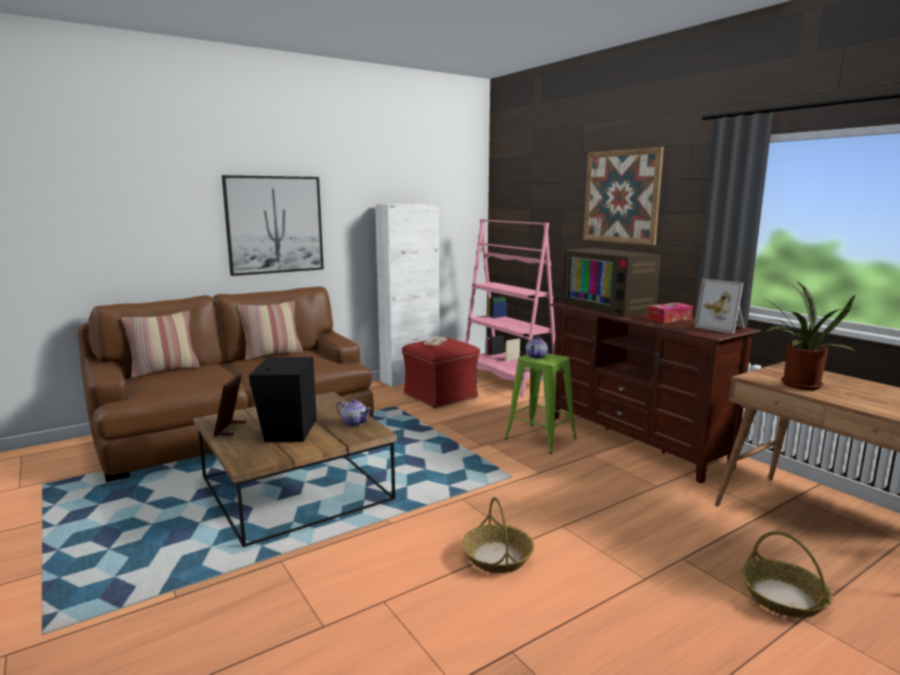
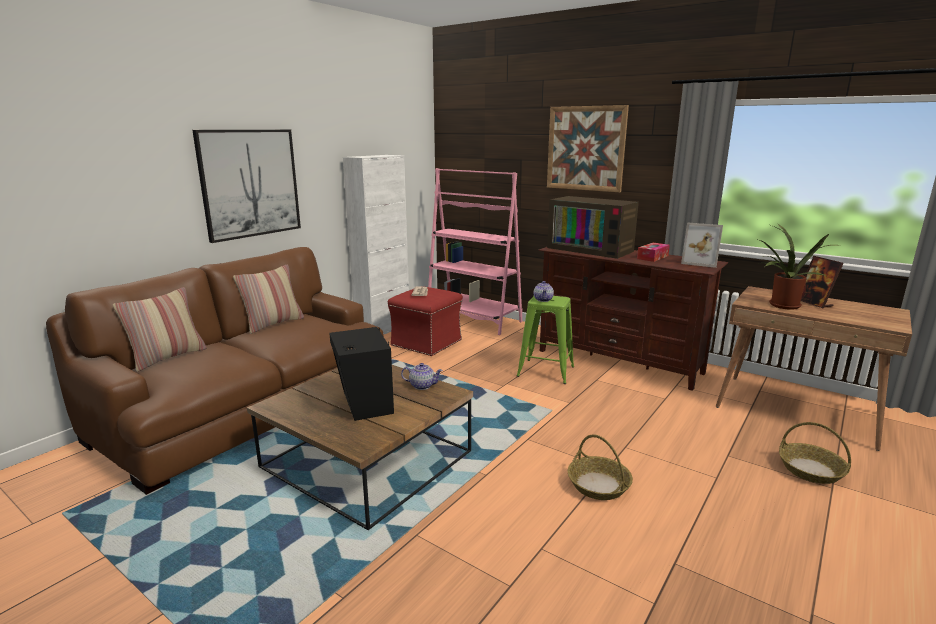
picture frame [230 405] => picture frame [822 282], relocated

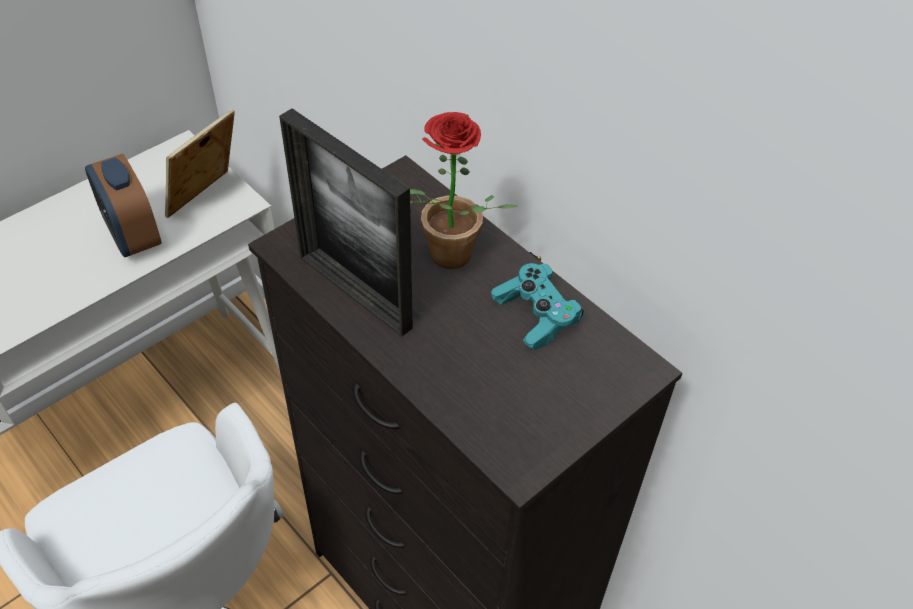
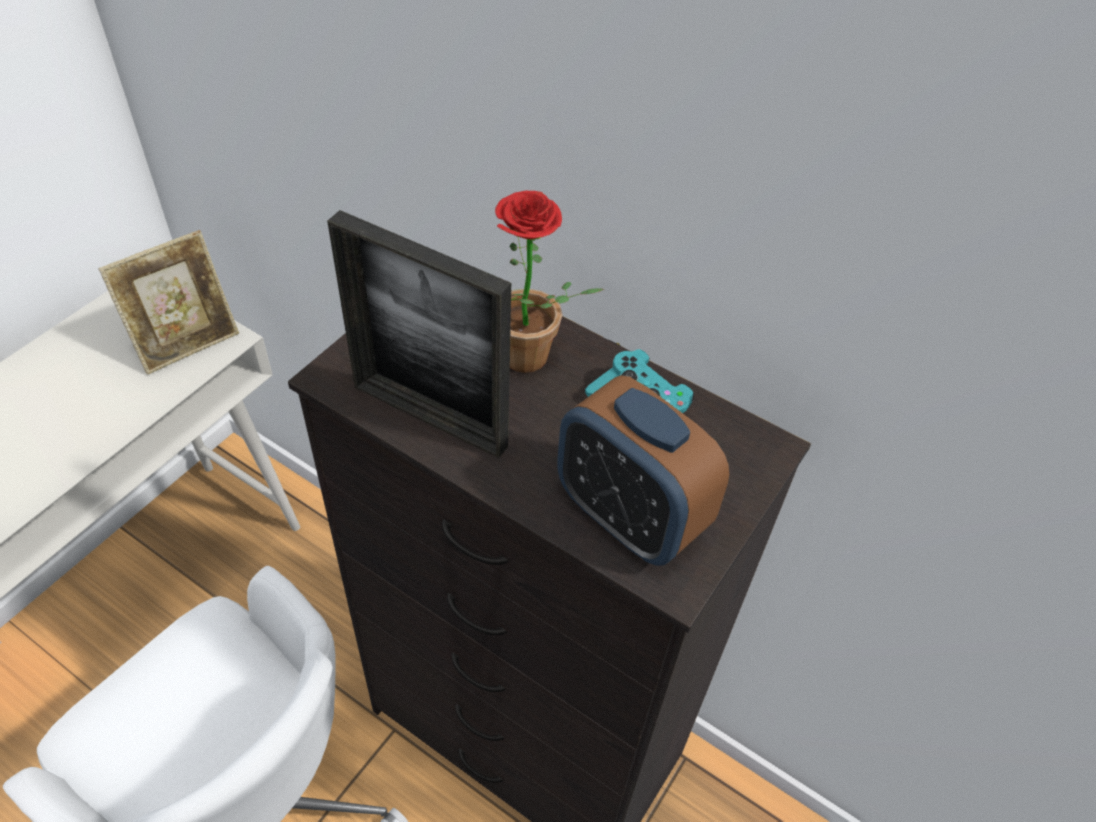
alarm clock [123 205] => alarm clock [643 470], relocated
picture frame [200 163] => picture frame [169 302], 150 degrees counterclockwise

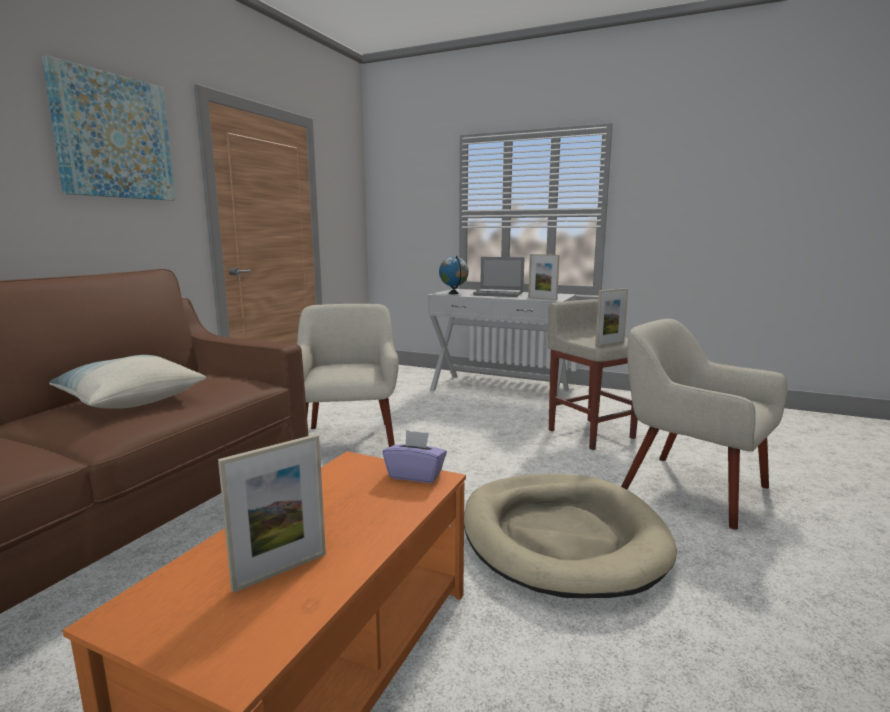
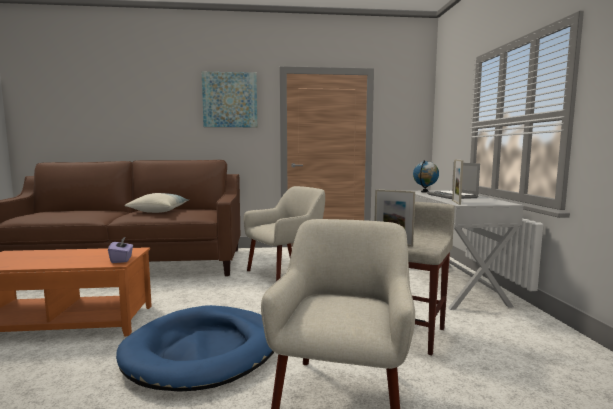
picture frame [272 513] => nothing
beige dog bed [570 536] => blue dog bed [195 348]

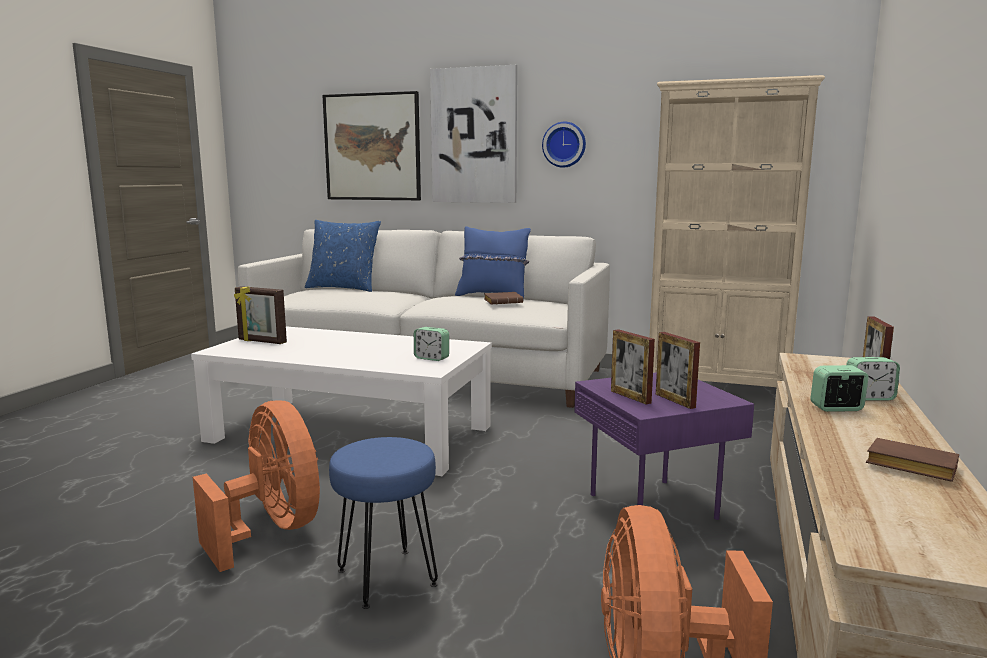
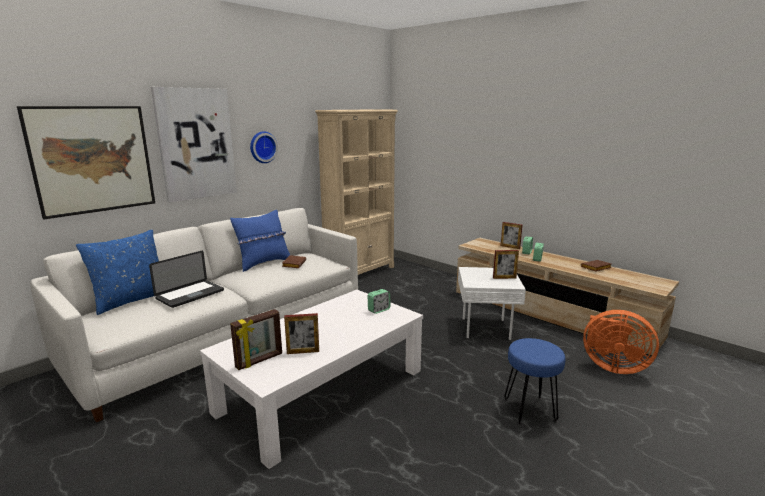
orange fan [256 486] => nothing
purple side table [664 446] => white side table [492 303]
picture frame [633 367] => picture frame [301 333], relocated
nothing => laptop [186 279]

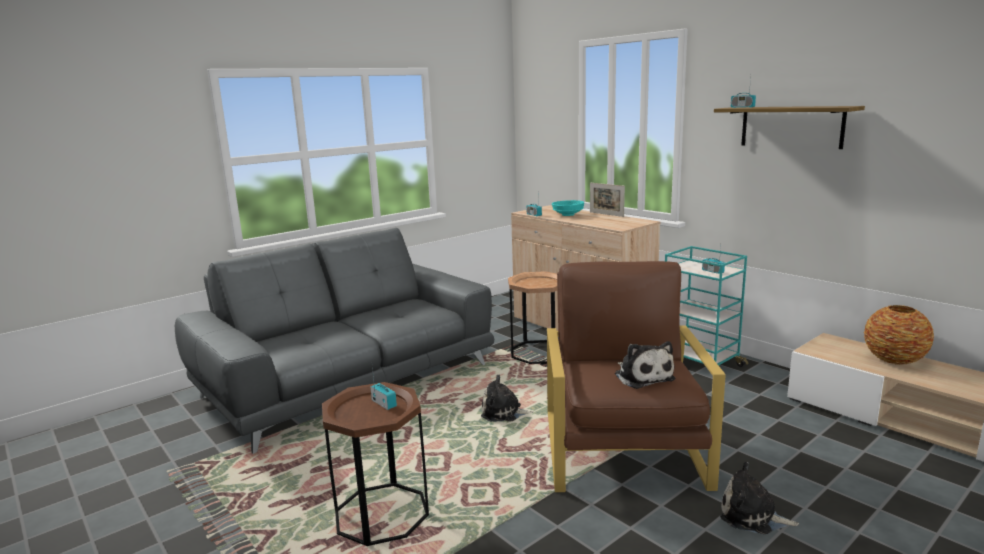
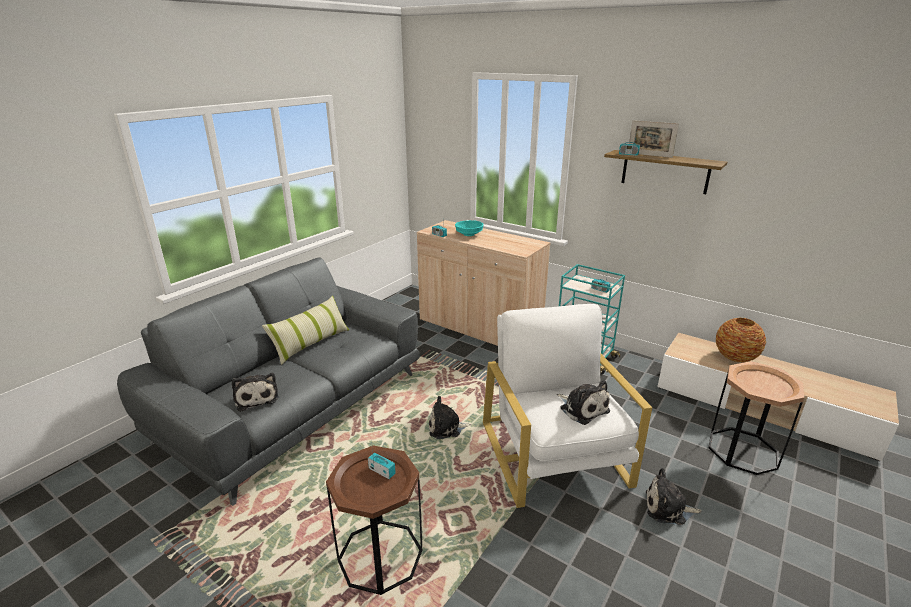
brown side table [532 317] => brown side table [756 418], relocated
brown armchair [636 376] => white armchair [567 406]
picture frame [607 200] => picture frame [654 139], relocated
nothing => plush toy [255 392]
nothing => pillow [305 330]

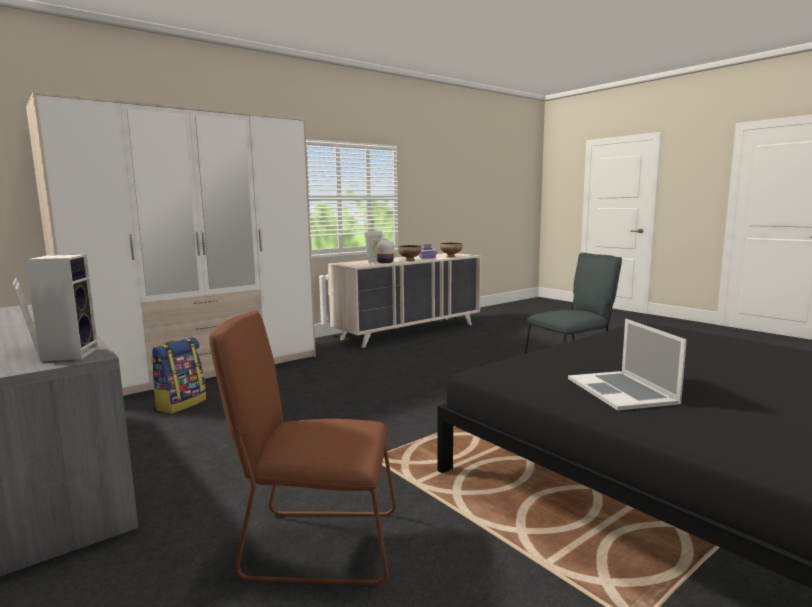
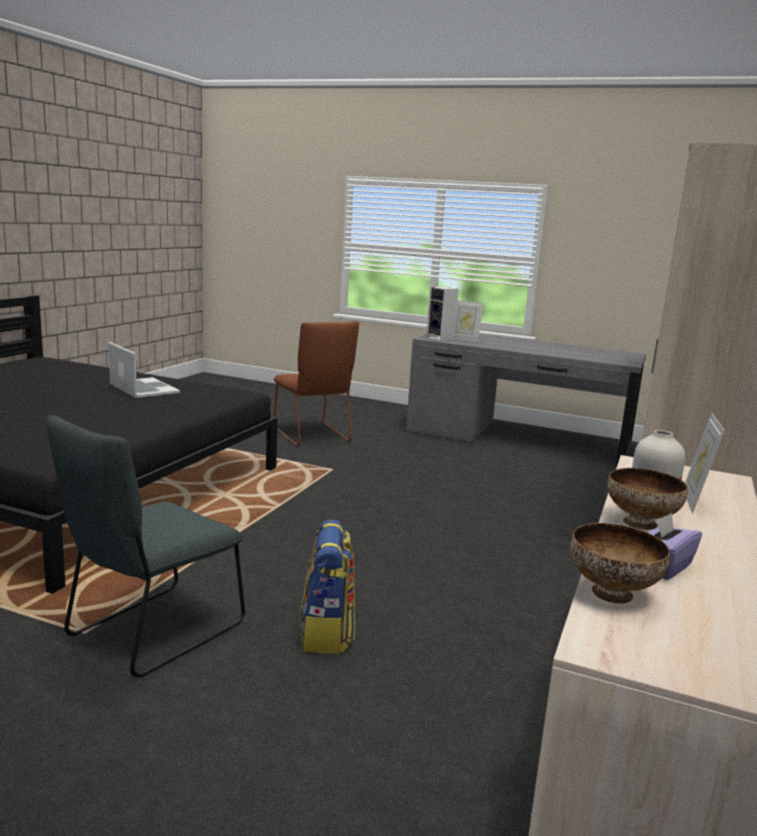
backpack [178 375] => backpack [327 587], relocated
brown chair [302 448] => brown chair [316 384], 90 degrees clockwise

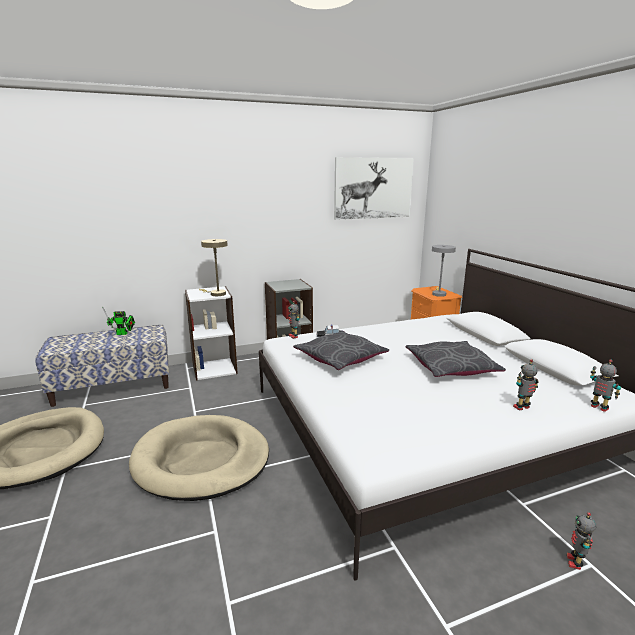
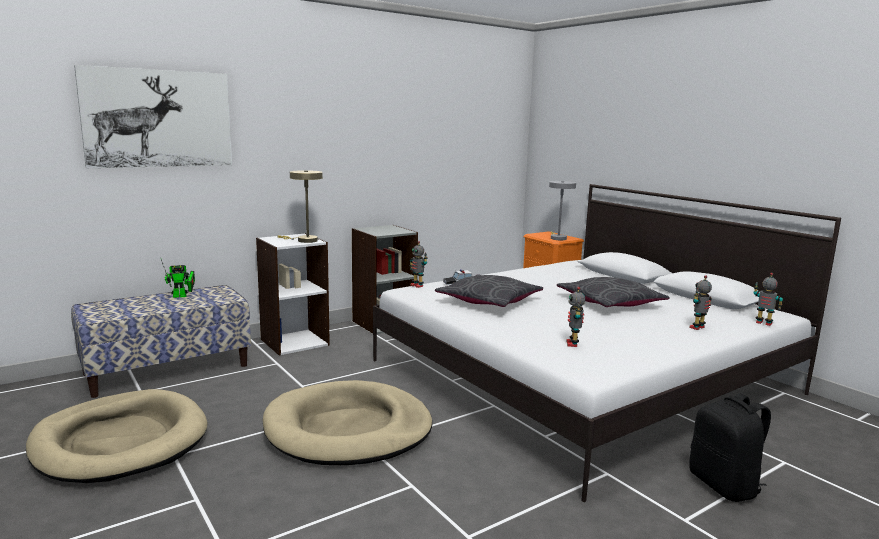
picture [374 188] => picture [153 116], relocated
toy robot [581 541] => toy robot [575 317], relocated
nothing => black backpack [730 447]

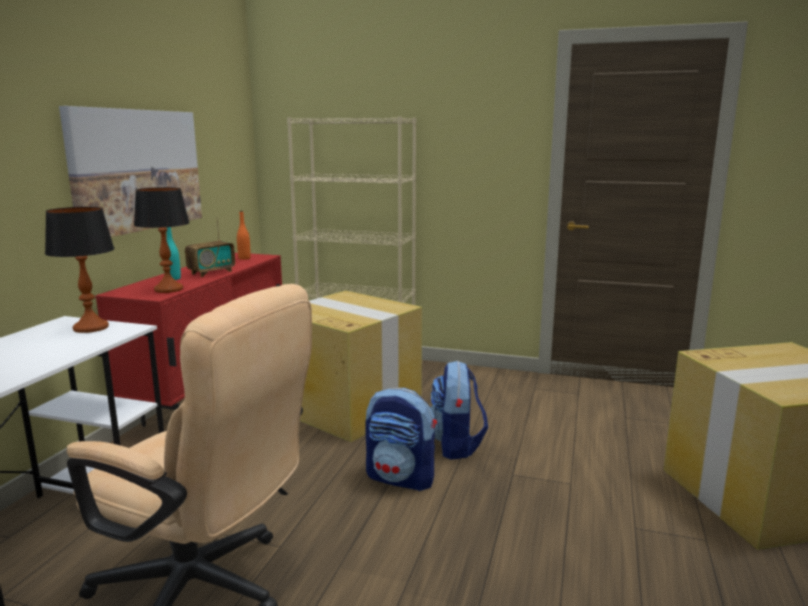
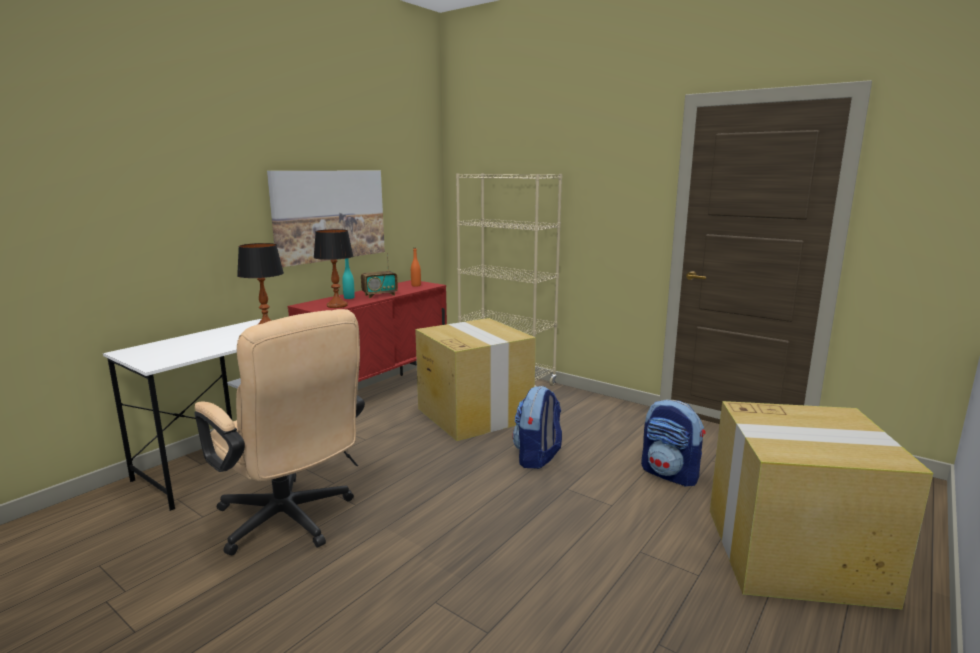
backpack [401 439] => backpack [673 443], relocated

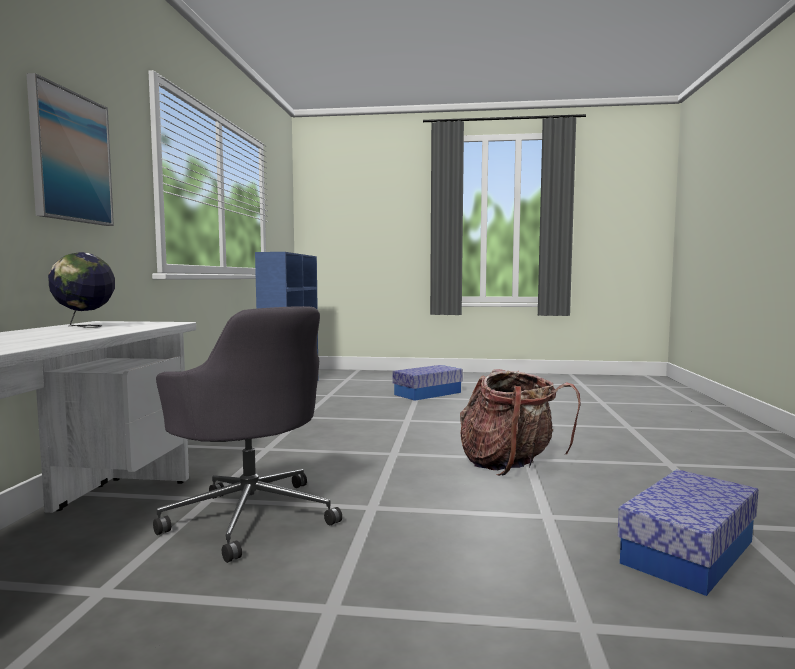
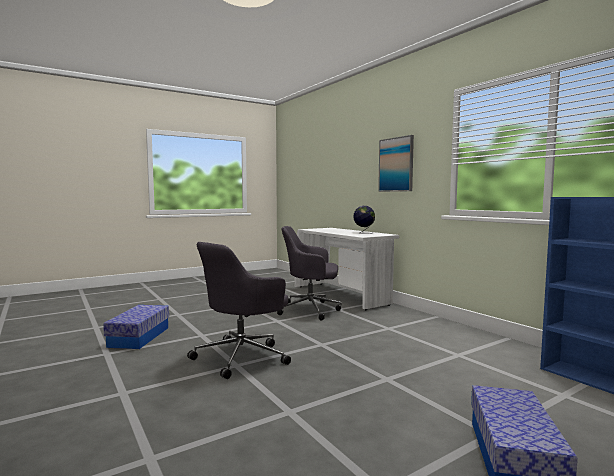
backpack [520 422] => grey office chair [239 310]

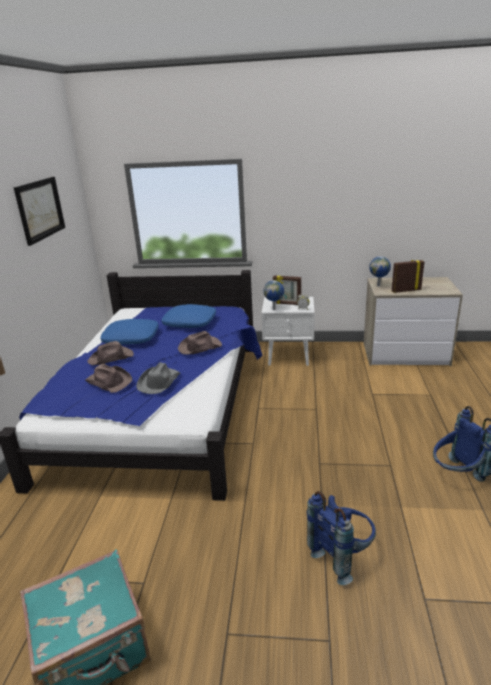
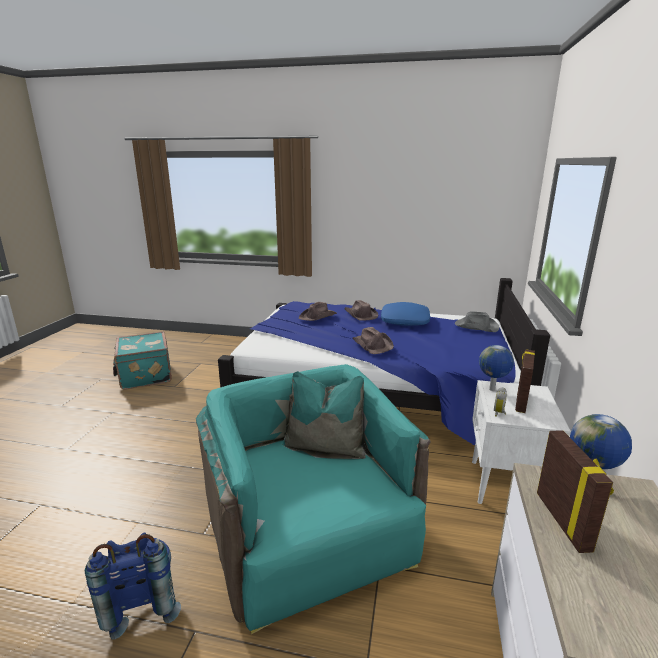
picture [39 211] => nothing
grey hat [158 378] => grey hat [477 321], relocated
blue pillow [189 316] => nothing
blue backpack [341 538] => nothing
nothing => turquoise armchair [313 499]

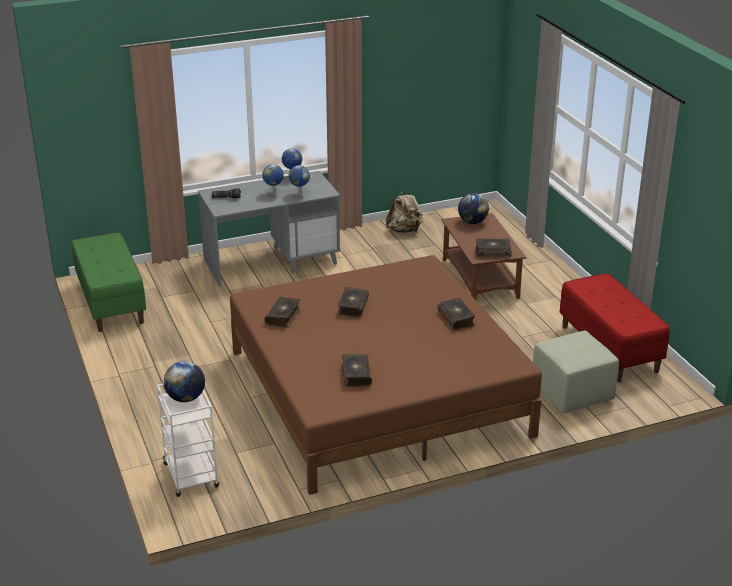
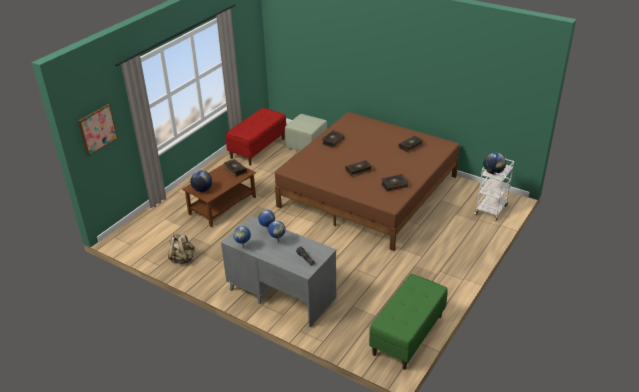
nothing => picture [98 130]

